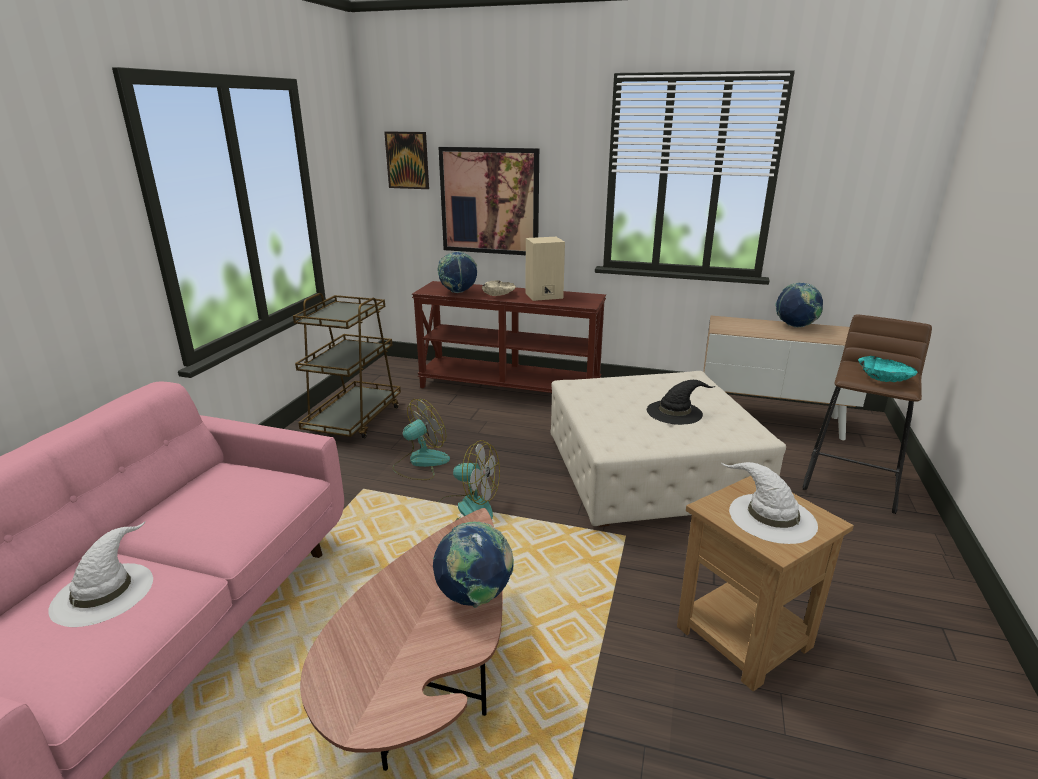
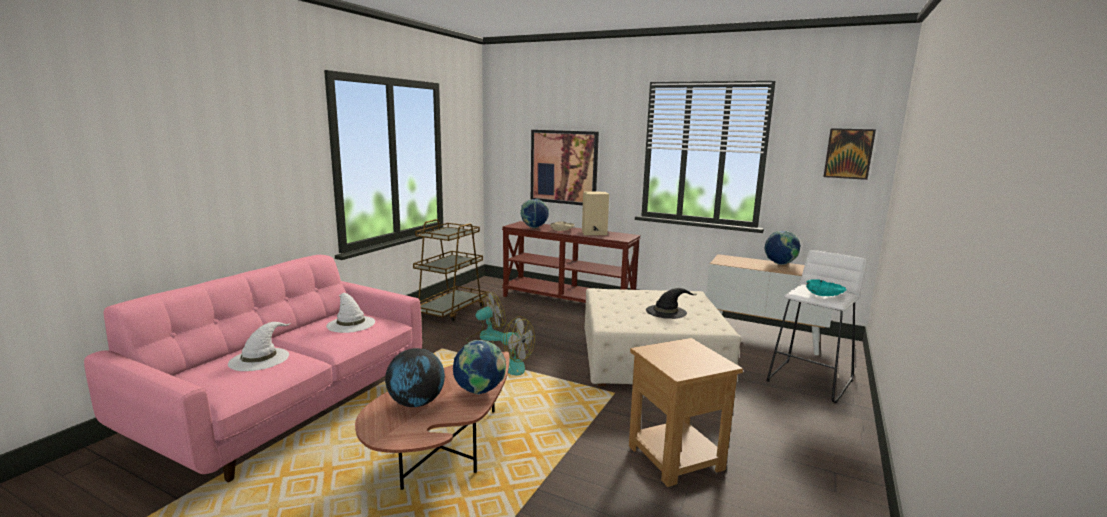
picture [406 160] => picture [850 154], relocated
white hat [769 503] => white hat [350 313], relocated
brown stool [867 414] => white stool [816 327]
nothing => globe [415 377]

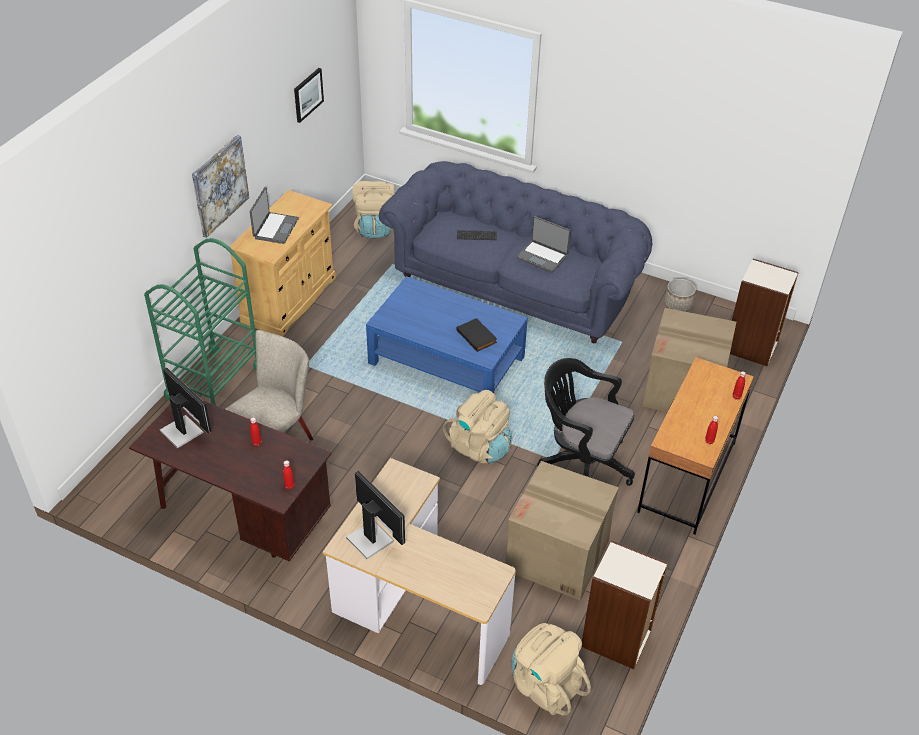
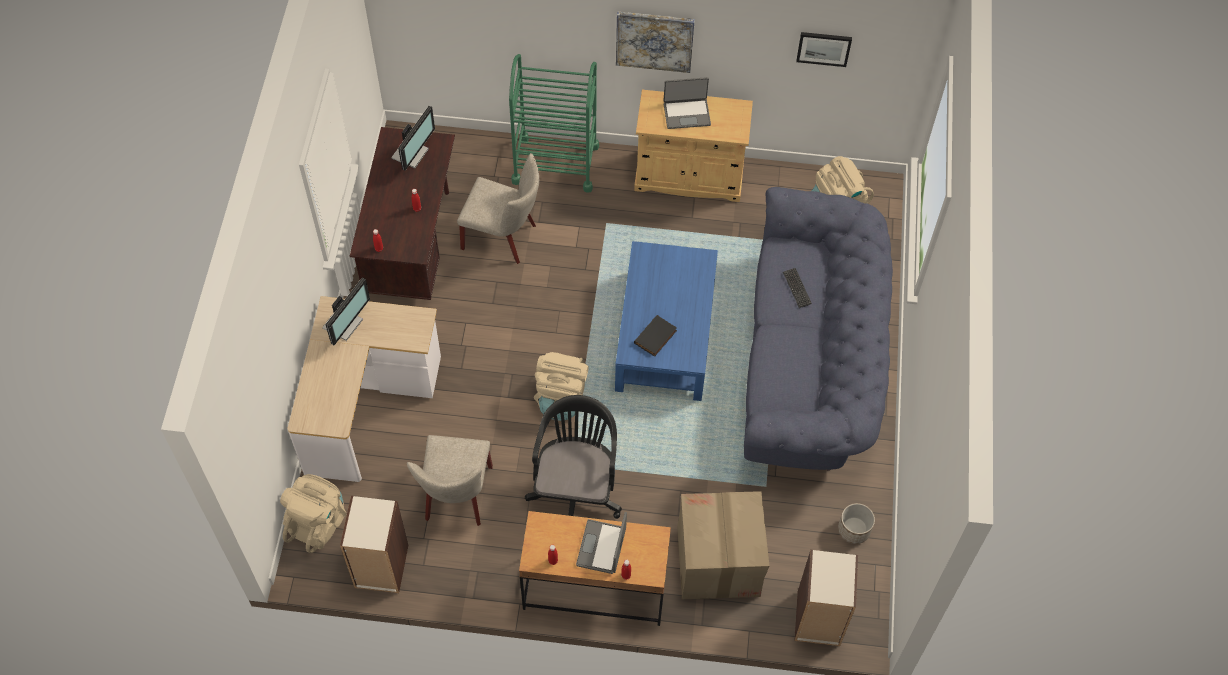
cardboard box [562 531] => beige chair [450 480]
laptop [544 244] => laptop [601 543], relocated

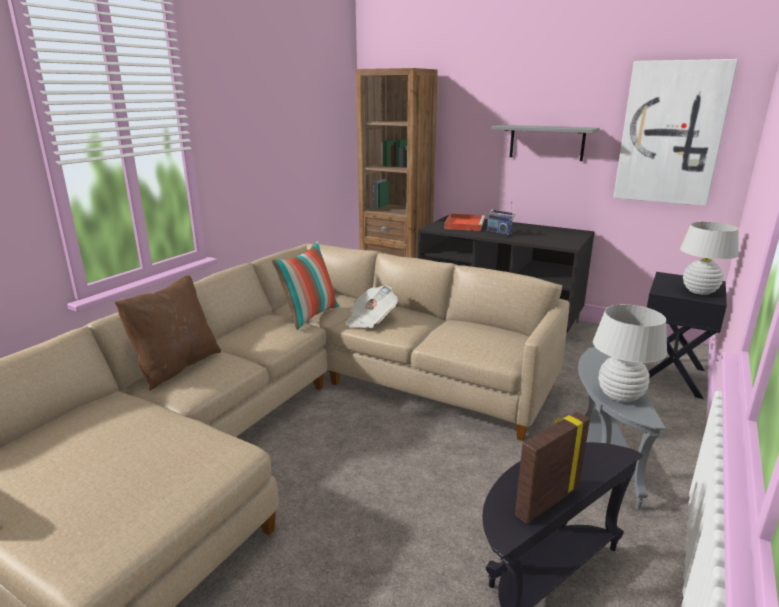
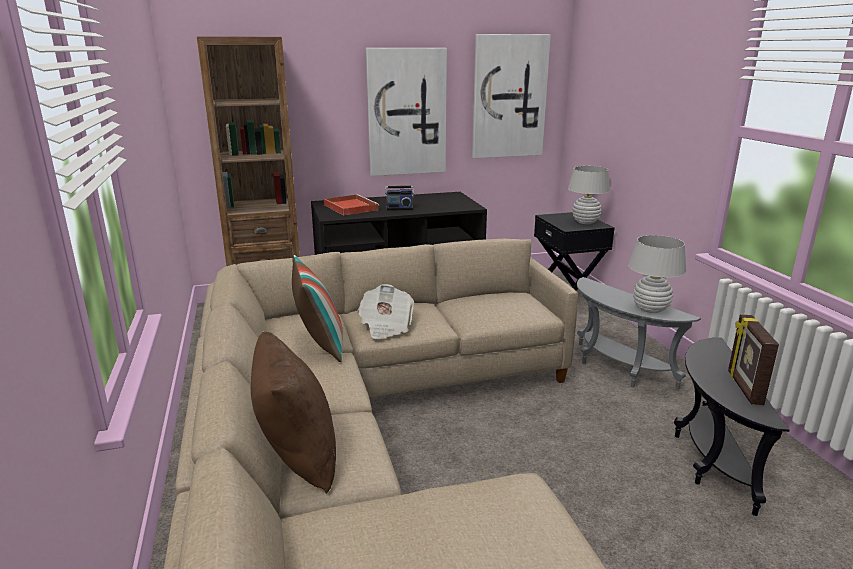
grey shelf [545 143] => picture [406 112]

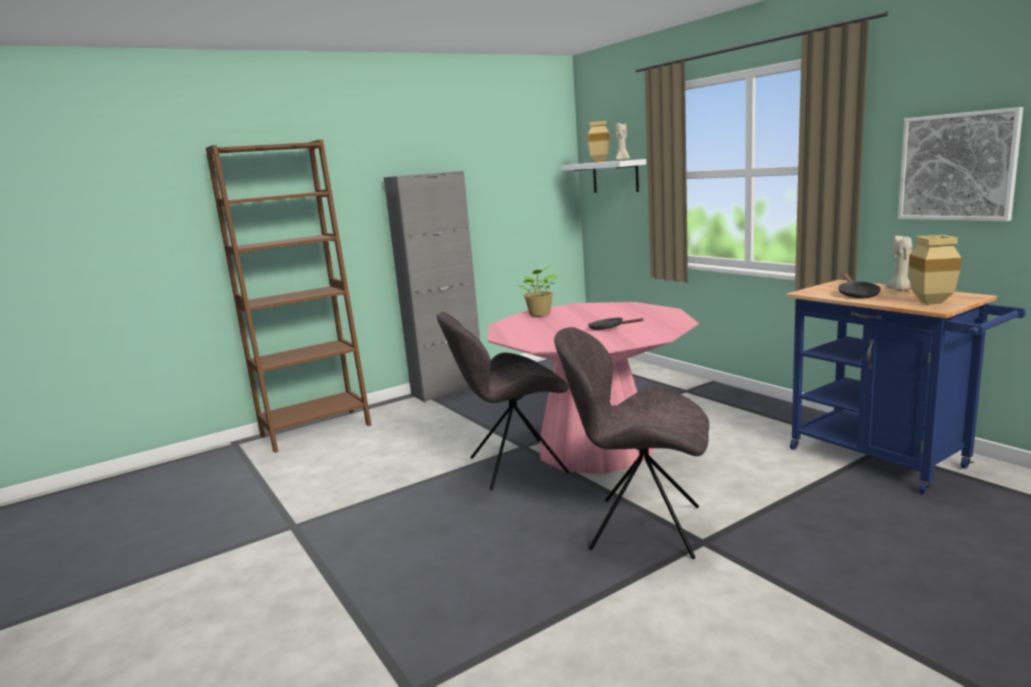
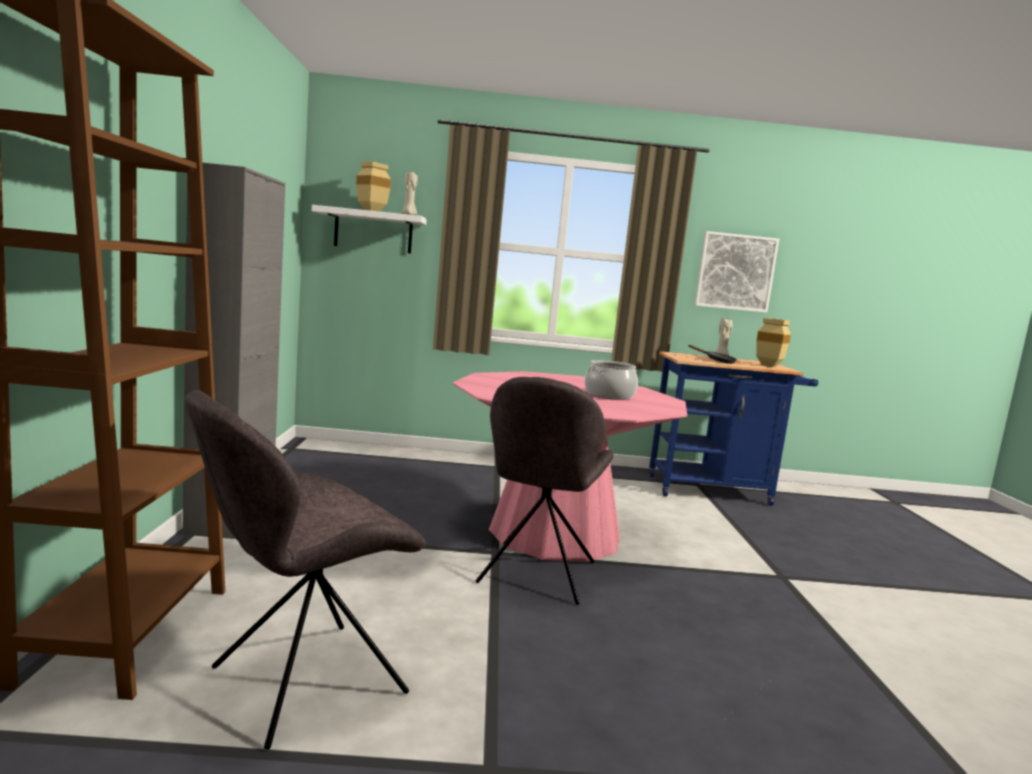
potted plant [538 291] => nothing
grey chair [631 443] => grey chair [305 569], relocated
black frying pan [616 324] => cooking pot [611 380]

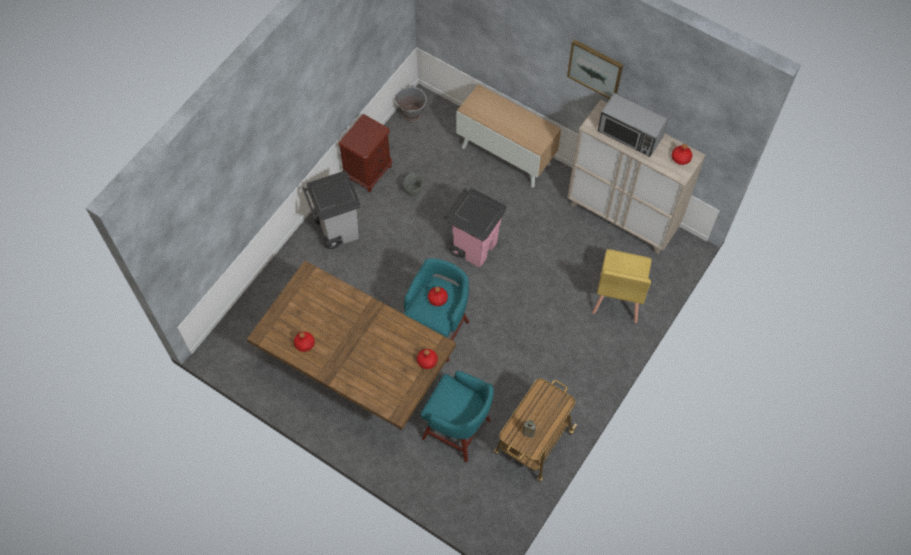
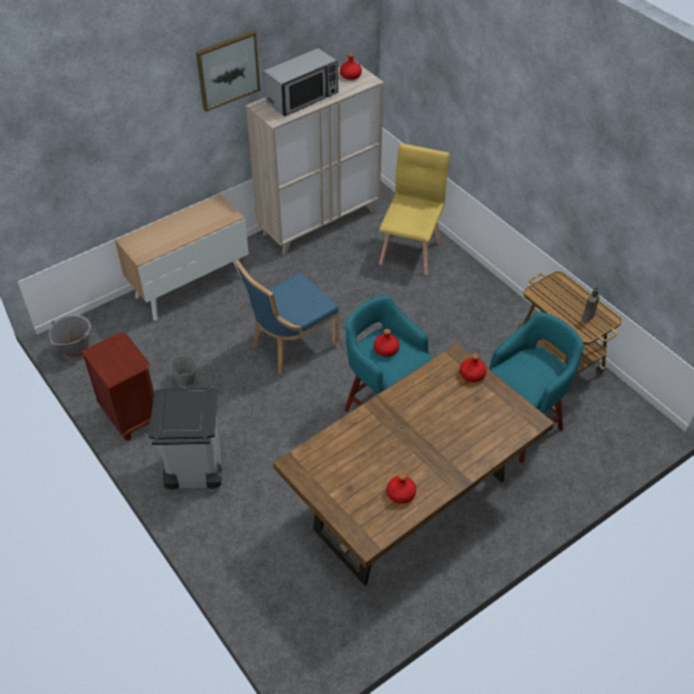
pink trash can [475 227] => blue chair [288 317]
yellow chair [622 286] => yellow chair [414 209], 105 degrees counterclockwise

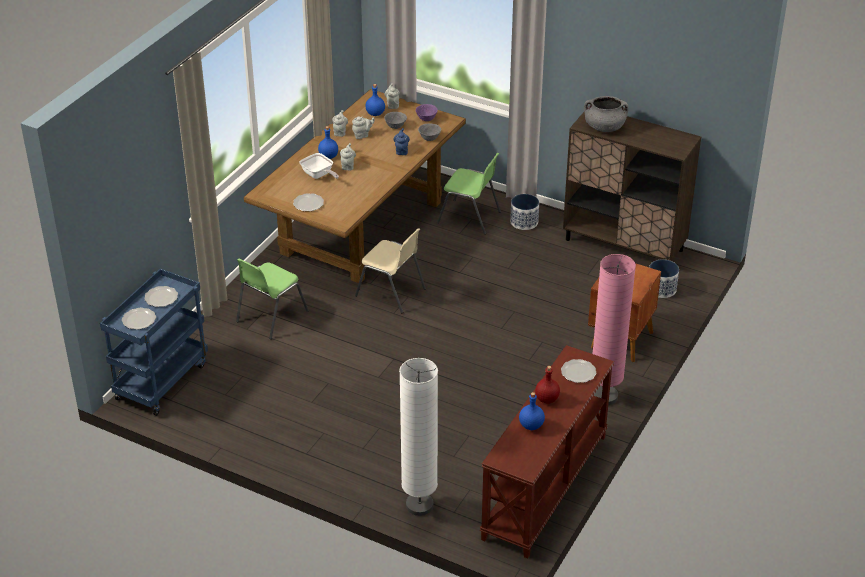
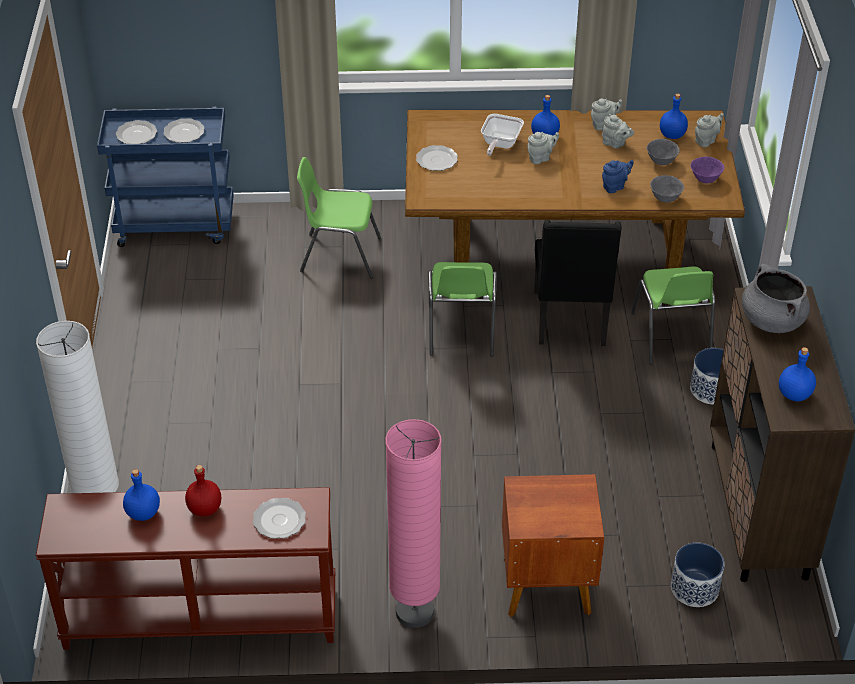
beige chair [390 270] => green chair [462 309]
nothing => black chair [578 283]
nothing => blue bottle [797 374]

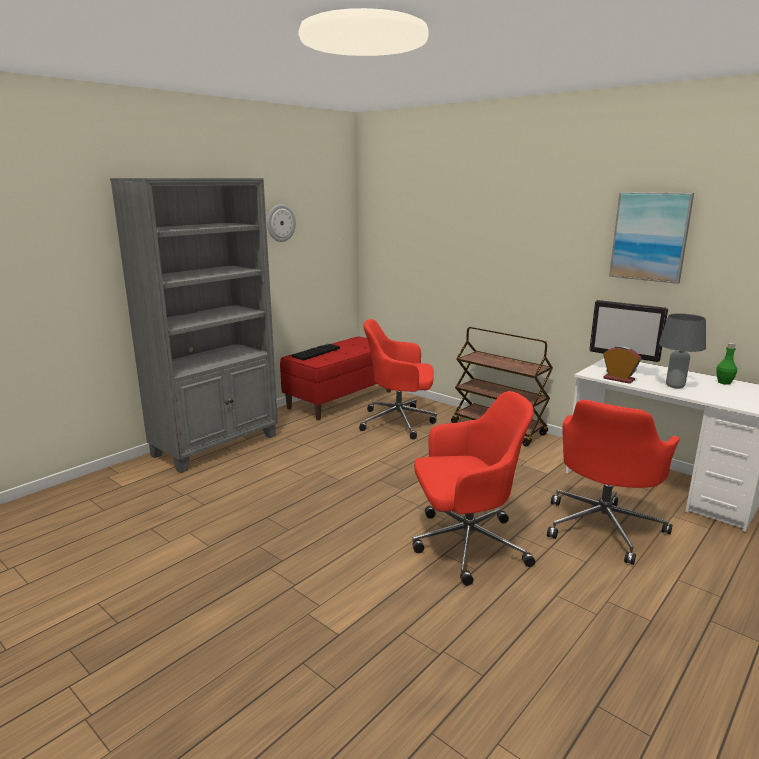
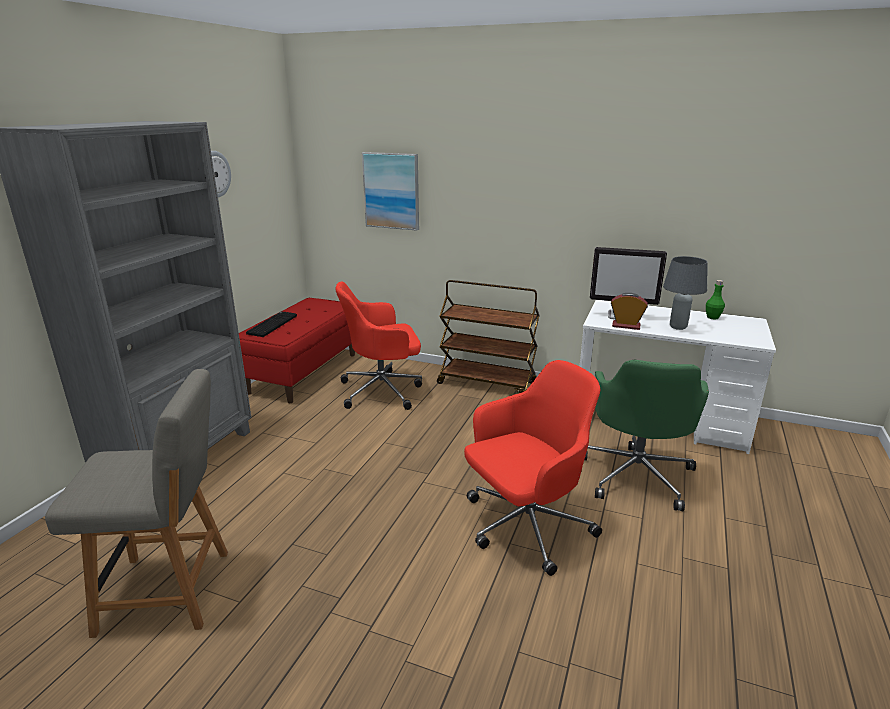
red office chair [613 482] => green office chair [646 435]
picture [651 238] => picture [390 191], relocated
nothing => grey chair [136 503]

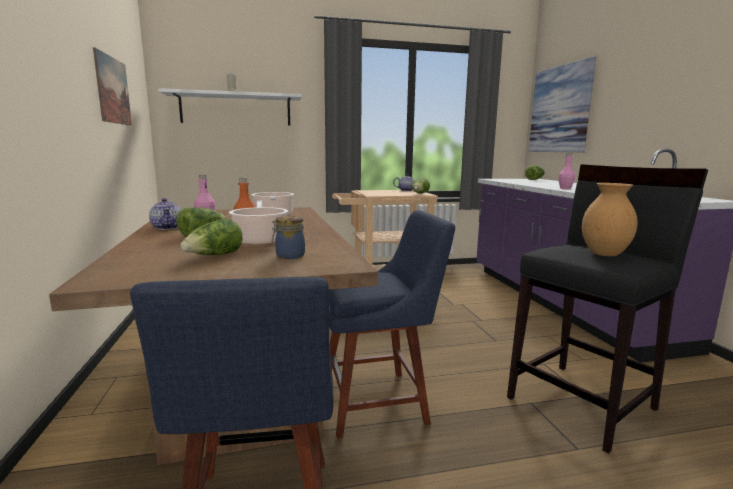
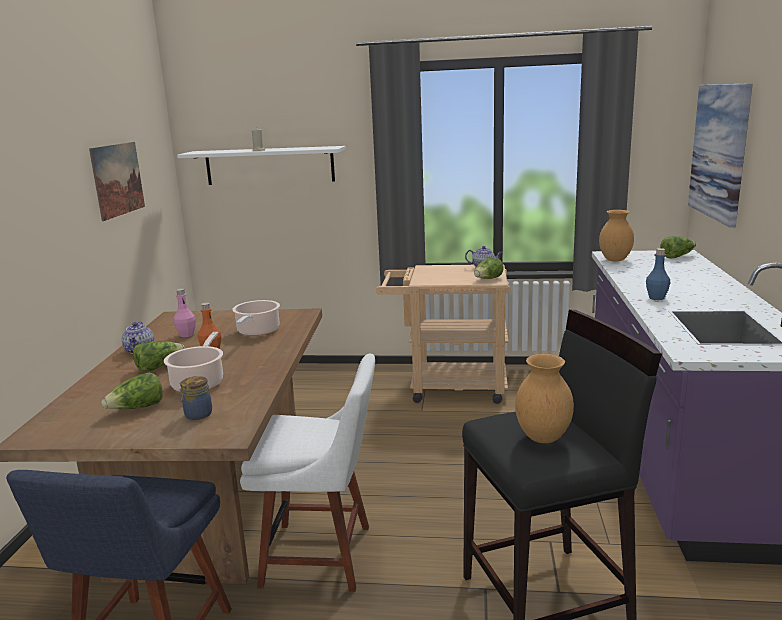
blue chair [392 324] => white chair [307 473]
pink bottle [566 171] => blue bottle [658 274]
nothing => brown vase [616 236]

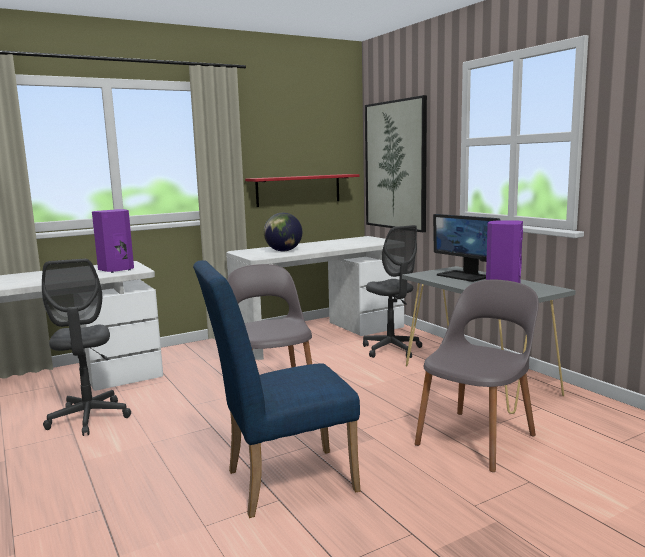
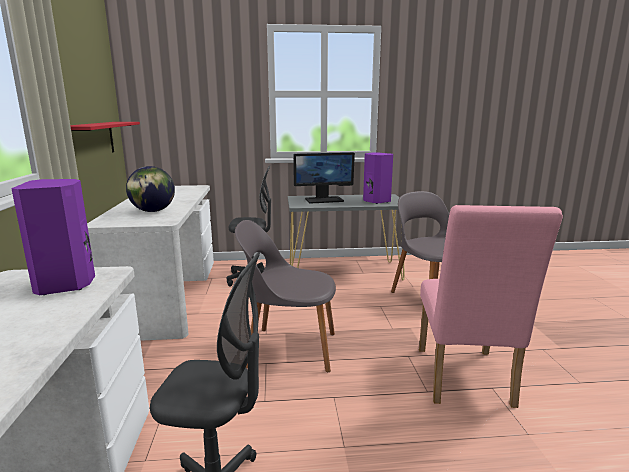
blue chair [276 389] => pink chair [491 306]
picture [396 163] => nothing

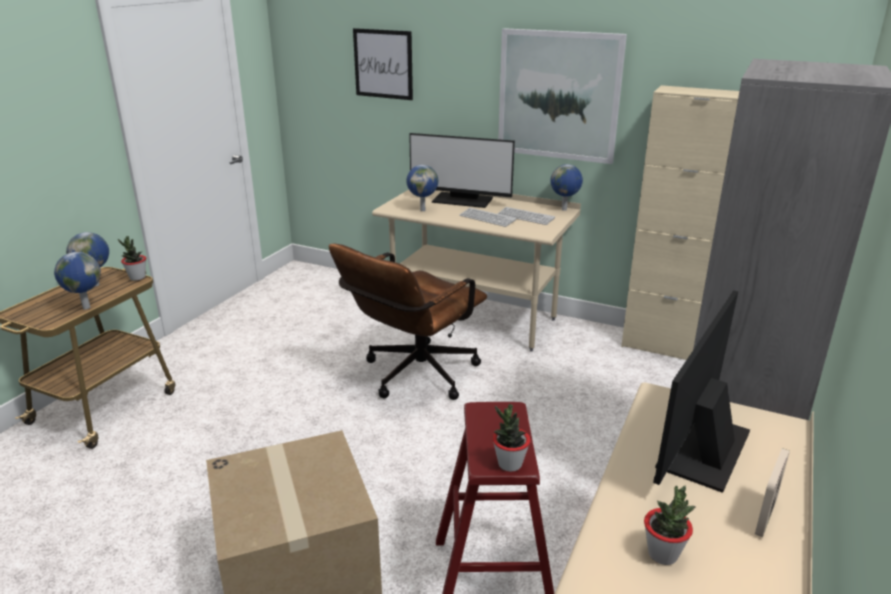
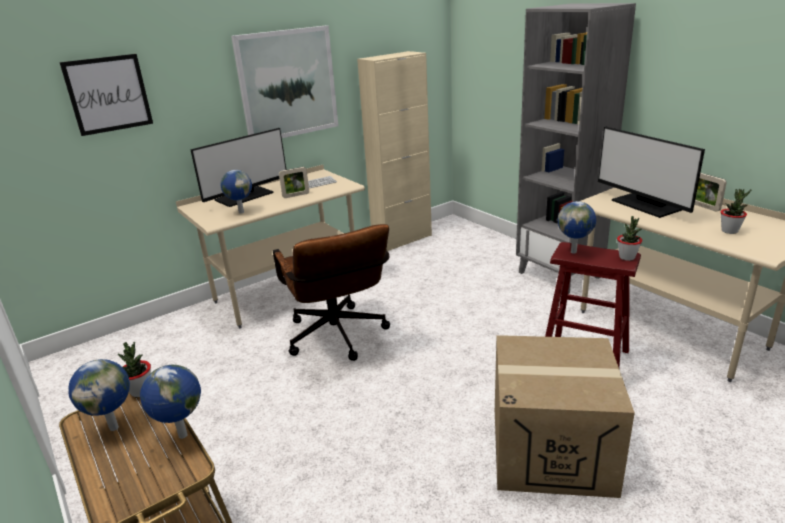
keyboard [488 217] => picture frame [294 182]
globe [566 187] => globe [577 227], relocated

